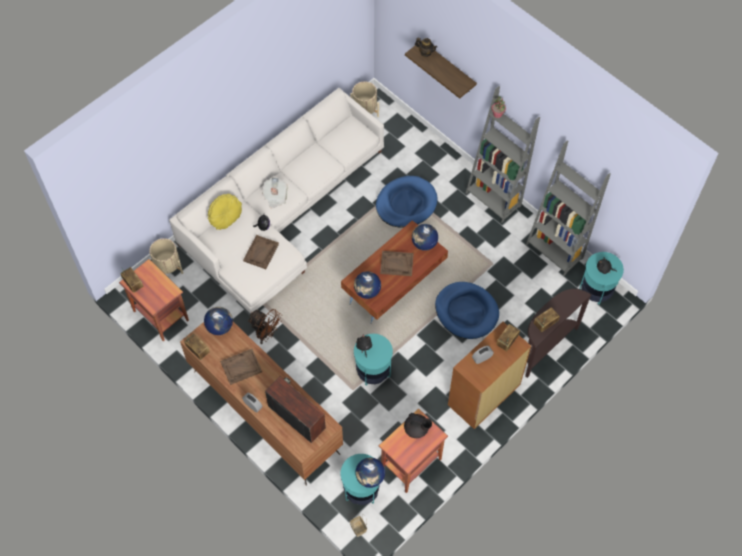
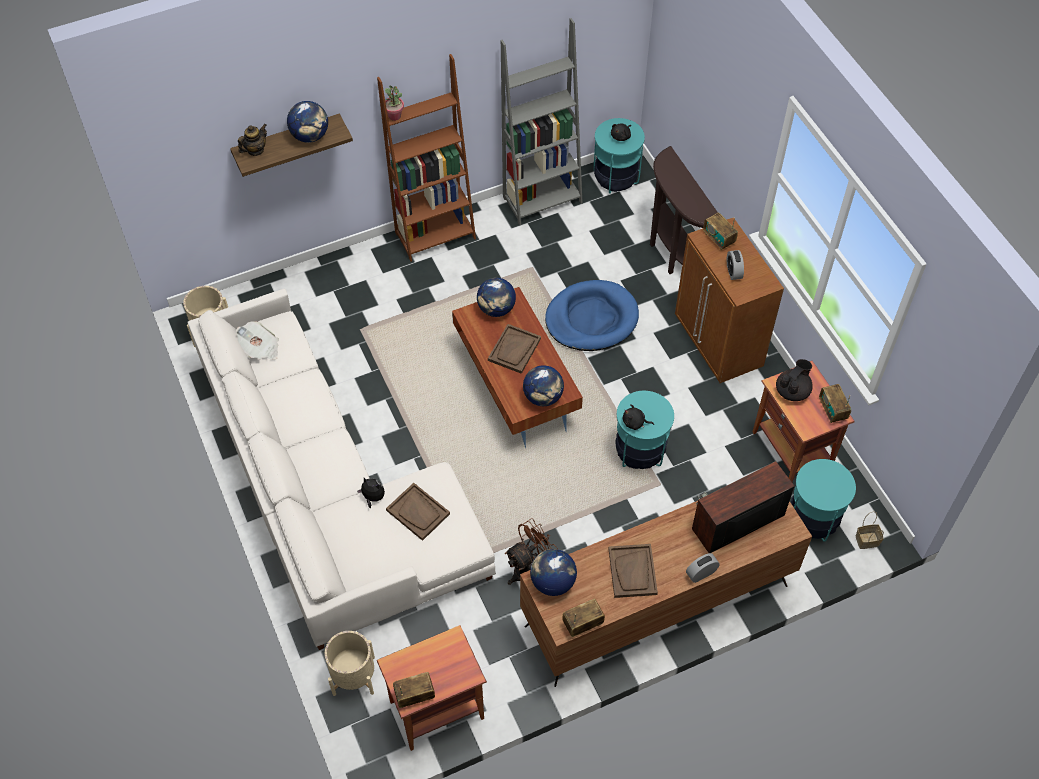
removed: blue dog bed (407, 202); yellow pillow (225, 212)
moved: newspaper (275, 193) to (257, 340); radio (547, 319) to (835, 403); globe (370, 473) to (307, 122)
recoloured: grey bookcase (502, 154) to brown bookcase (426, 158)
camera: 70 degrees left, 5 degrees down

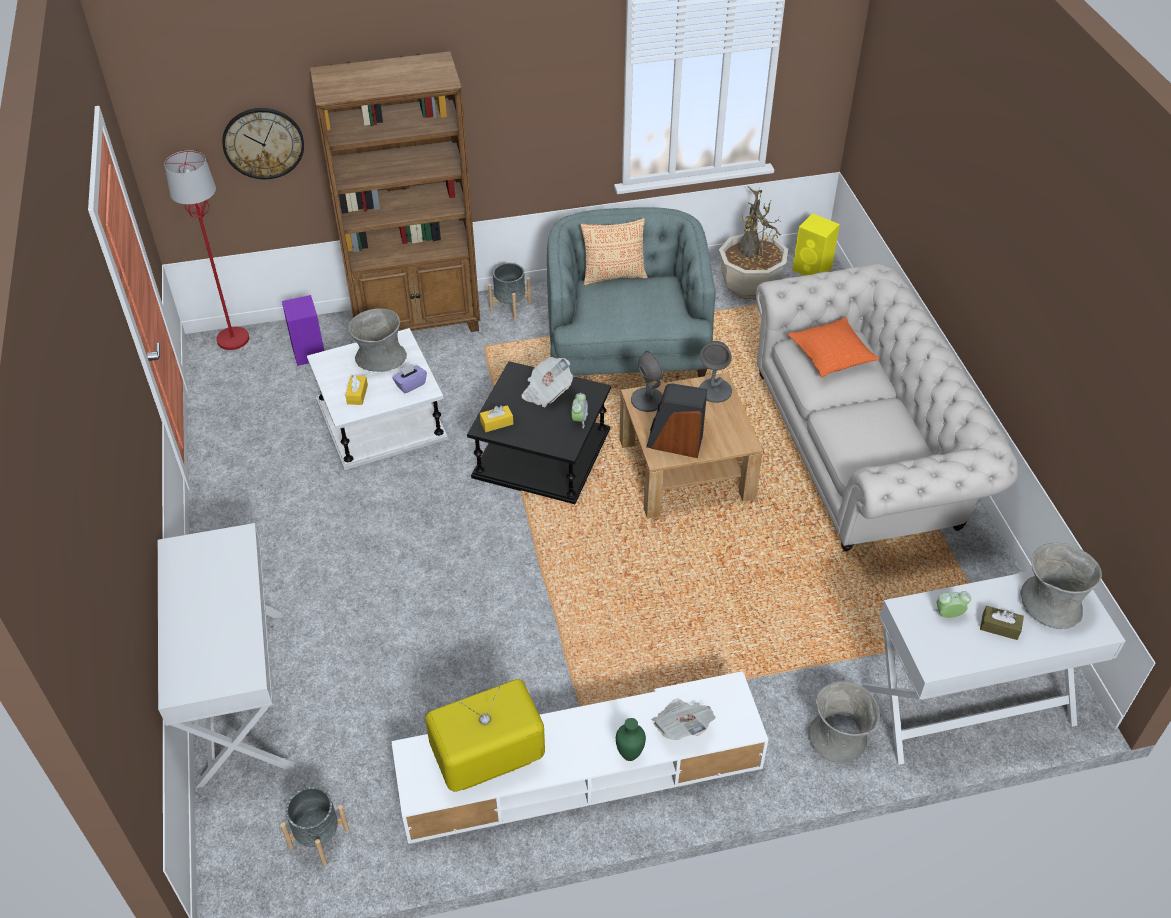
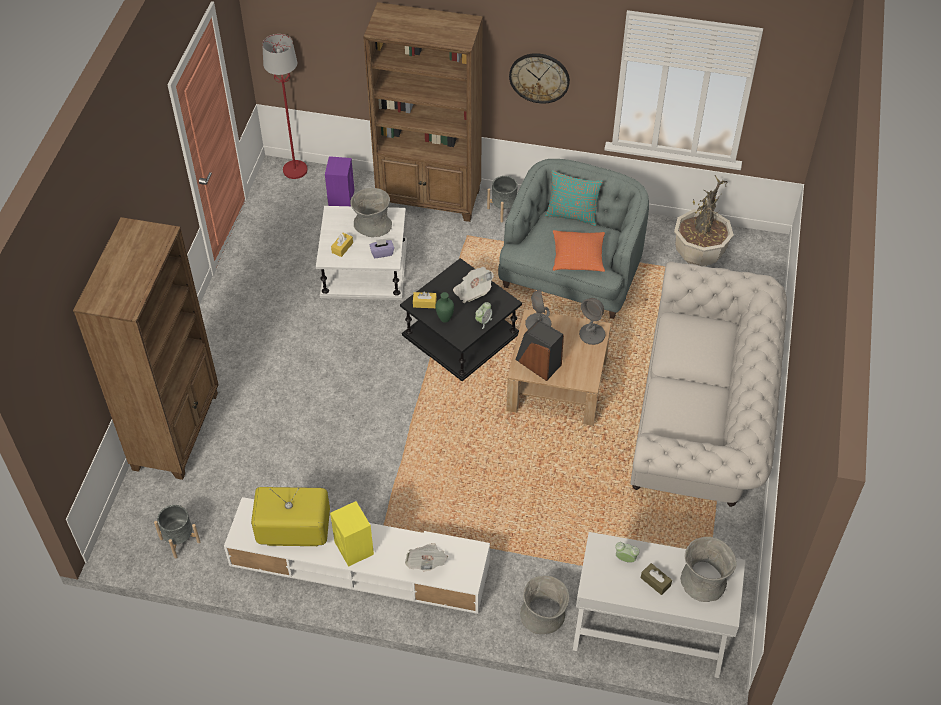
moved: wall clock (263, 143) to (539, 78); yellow speaker (816, 244) to (352, 534); orange pillow (833, 347) to (579, 251); green vase (631, 739) to (445, 307)
replaced: white console table (226, 655) to brown bookcase (146, 348)
recoloured: beige pillow (614, 251) to turquoise pillow (574, 198)
camera: 25 degrees right, 5 degrees up

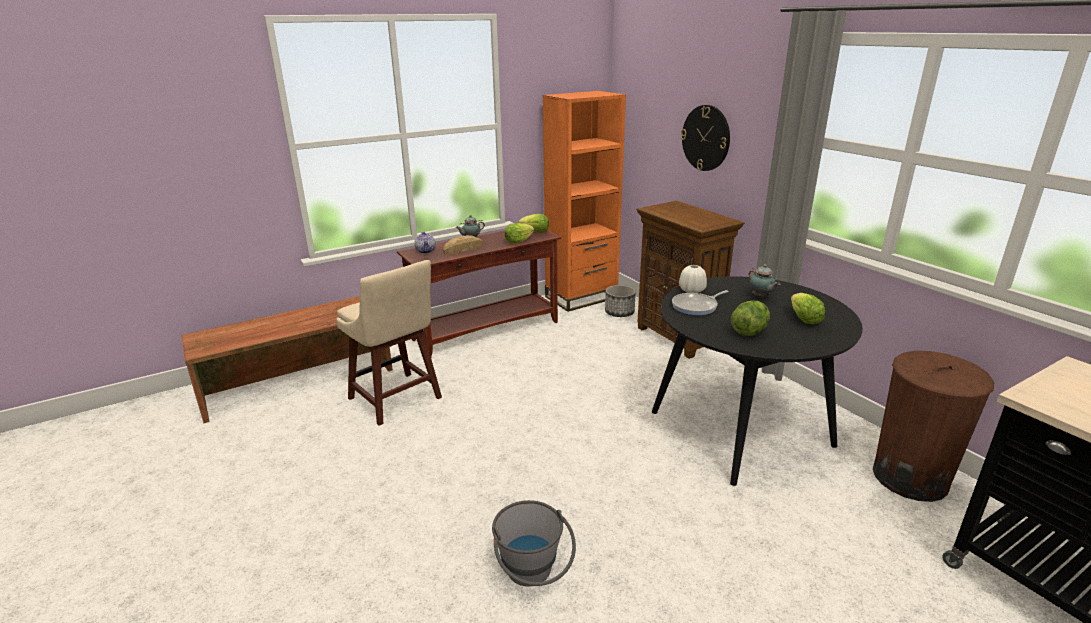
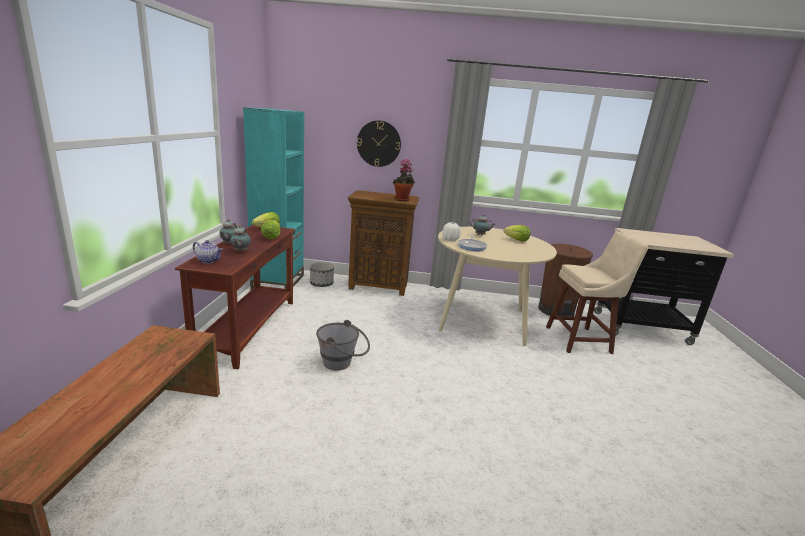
removed: lettuce (750, 318)
added: potted plant (404, 180)
moved: beige chair (389, 343) to (597, 292); grey bucket (534, 543) to (343, 345)
replaced: bread (463, 244) to teapot (240, 238)
recoloured: orange bookcase (584, 201) to turquoise bookcase (273, 198); black dining table (757, 381) to beige dining table (497, 286)
camera: 55 degrees left, 5 degrees down

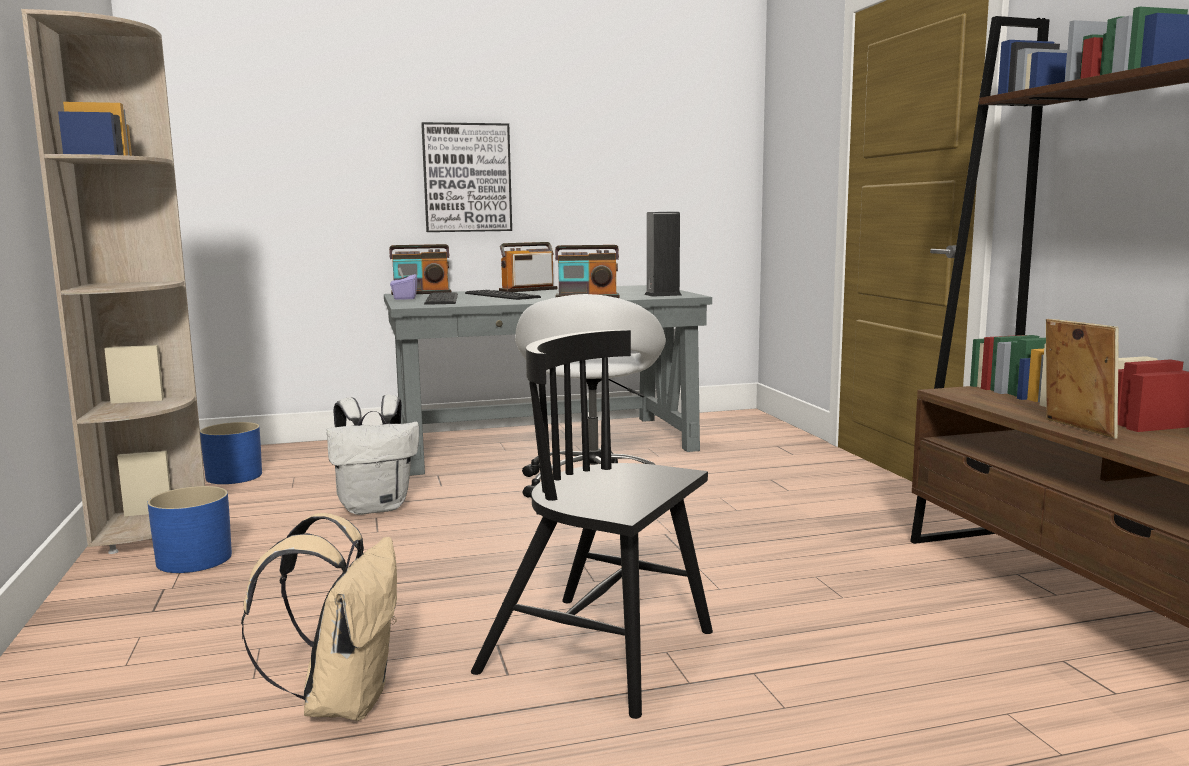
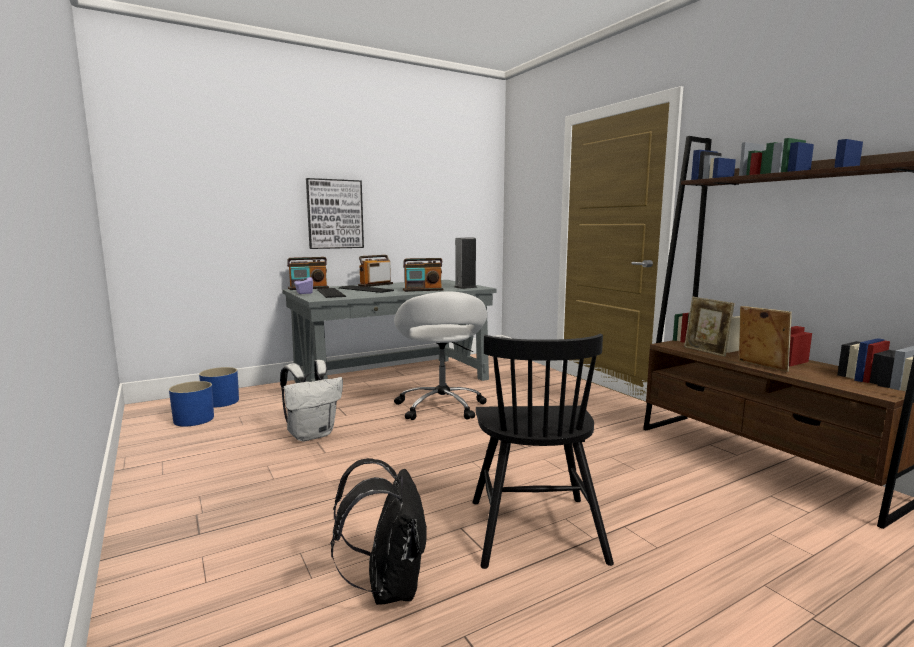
removed: beige bookcase (113, 281)
added: picture frame (709, 327)
moved: blue planter (189, 529) to (219, 387)
recoloured: beige backpack (319, 617) to black backpack (379, 531)
turned: black chair (592, 524) = (543, 451) 105 degrees counterclockwise
camera: 15 degrees left, 0 degrees up

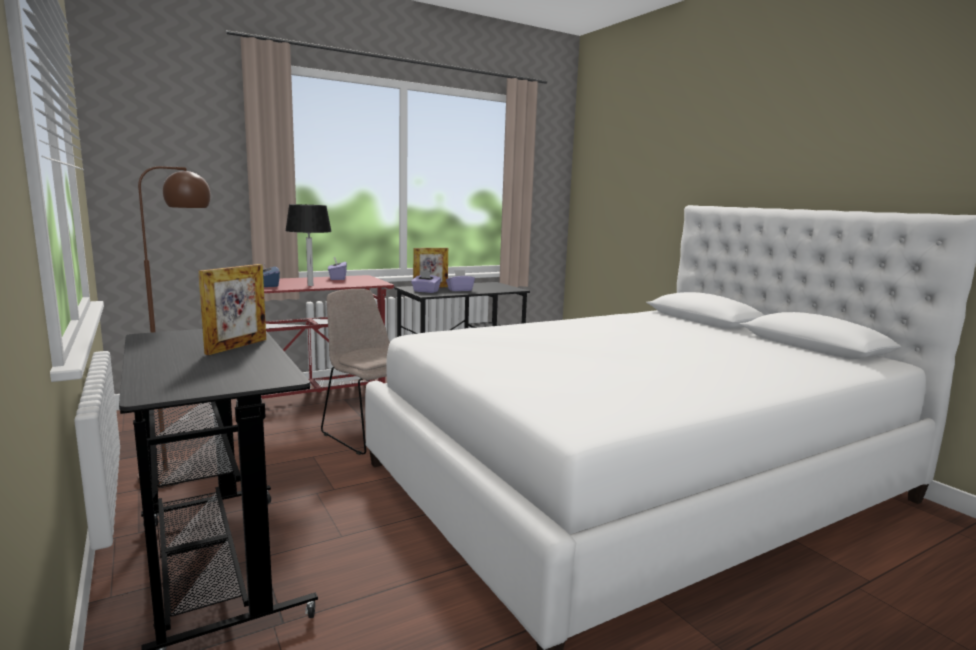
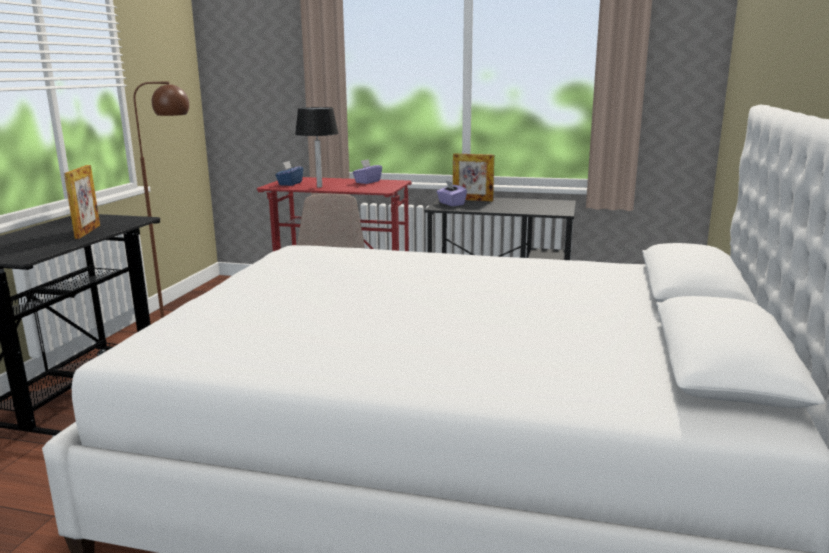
removed: purple tissue box (460, 280)
turned: picture frame (232, 309) = (82, 202) 75 degrees counterclockwise
camera: 45 degrees right, 5 degrees up

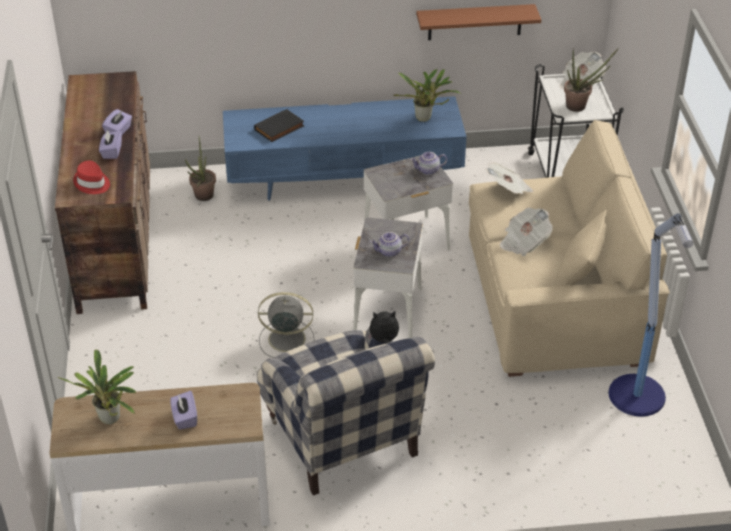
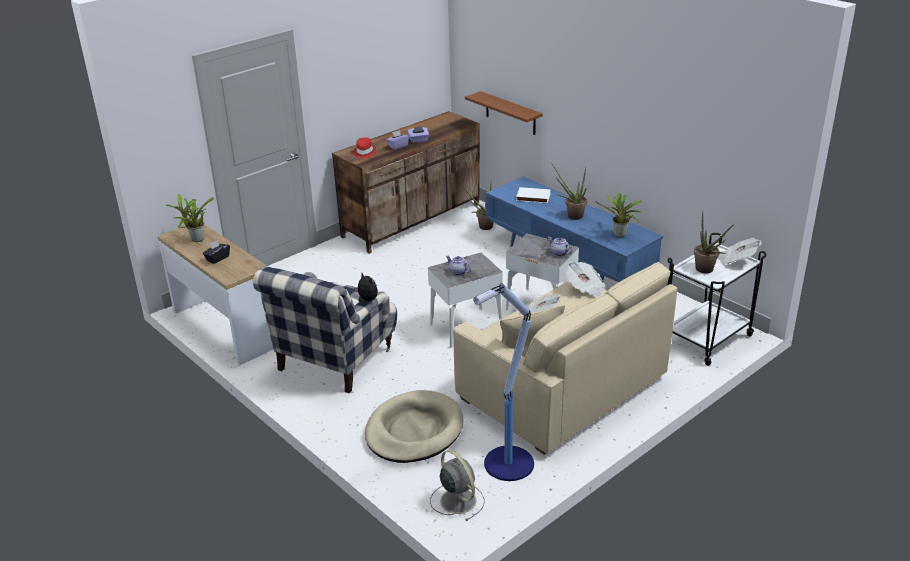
added: potted plant (569, 192); beige dog bed (414, 426)
moved: brown shelf (478, 22) to (504, 113); grey fan (286, 325) to (457, 485)
recoloured: black book (279, 125) to white book (533, 195); purple tissue box (183, 410) to black tissue box (216, 252)
camera: 55 degrees right, 10 degrees down

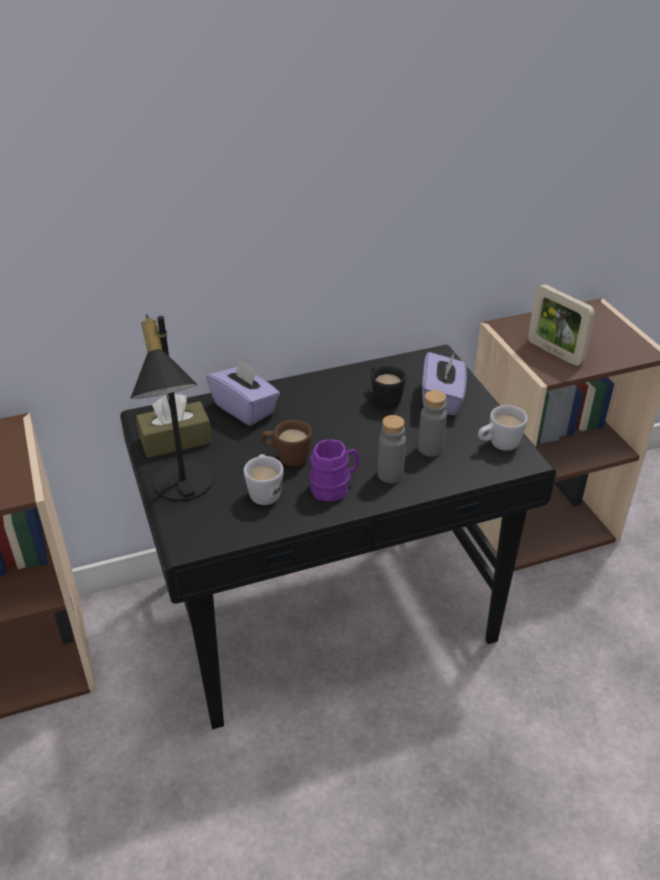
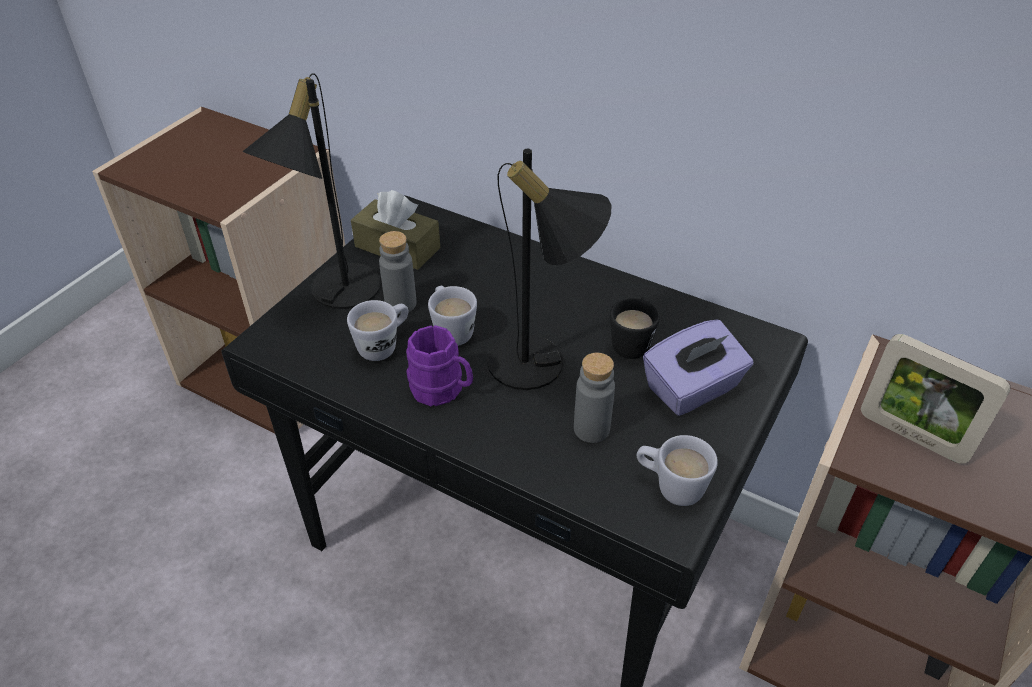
removed: purple tissue box (243, 392)
added: black table lamp (549, 269)
moved: grey bottle (392, 449) to (398, 272)
recoloured: brown mug (286, 443) to white mug (452, 316)
turned: picture frame (561, 325) = (936, 399) 60 degrees counterclockwise
camera: 50 degrees right, 5 degrees up

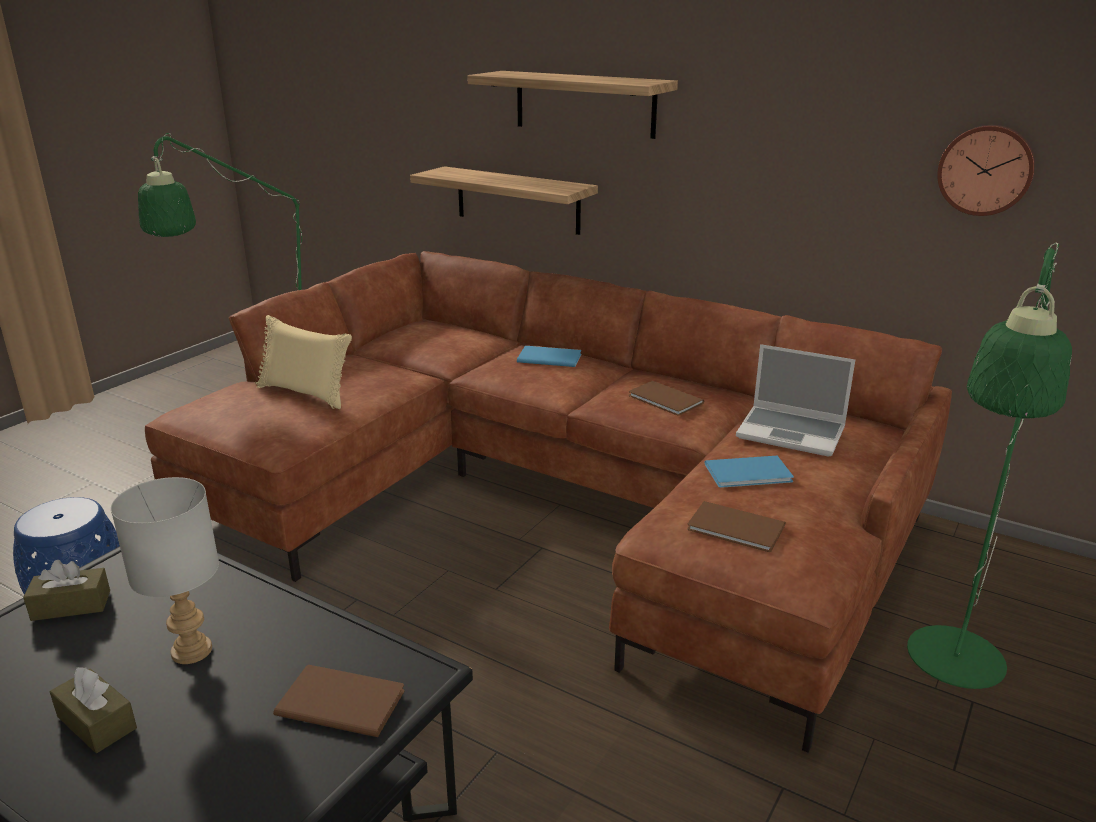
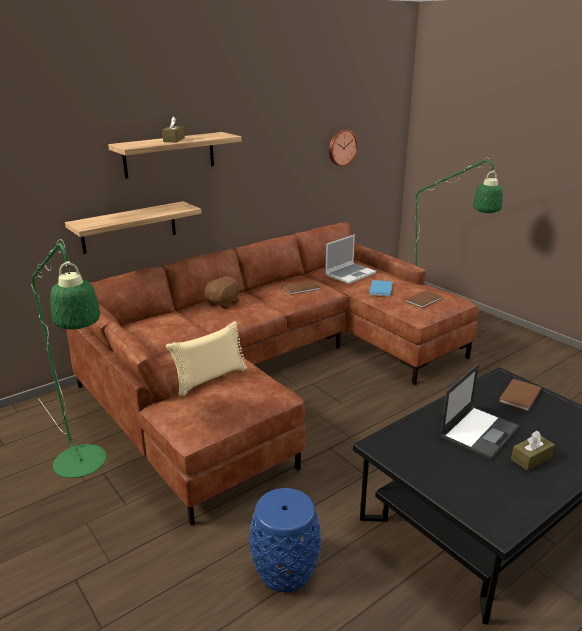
moved: brown tissue box (66, 590) to (173, 129)
replaced: blue book (549, 356) to brown plush toy (222, 292); grey table lamp (165, 570) to laptop (479, 412)
camera: 70 degrees left, 0 degrees up

